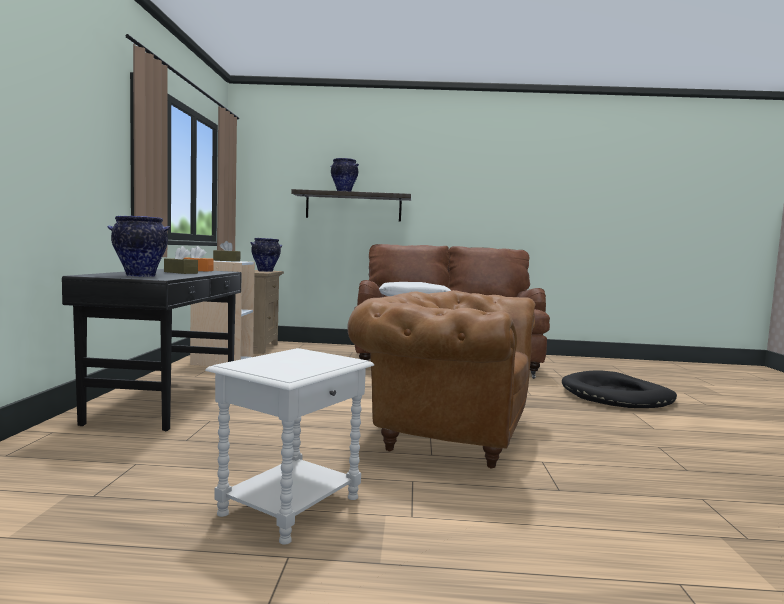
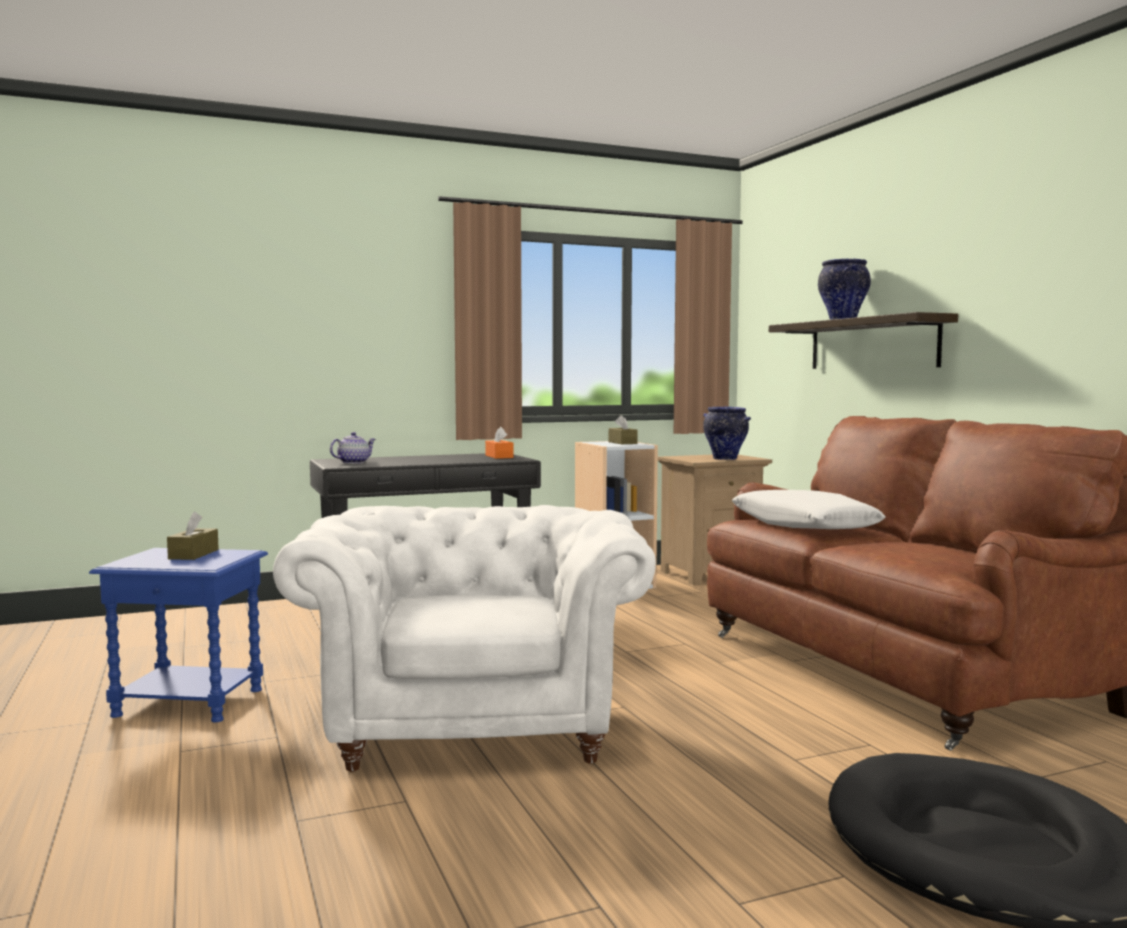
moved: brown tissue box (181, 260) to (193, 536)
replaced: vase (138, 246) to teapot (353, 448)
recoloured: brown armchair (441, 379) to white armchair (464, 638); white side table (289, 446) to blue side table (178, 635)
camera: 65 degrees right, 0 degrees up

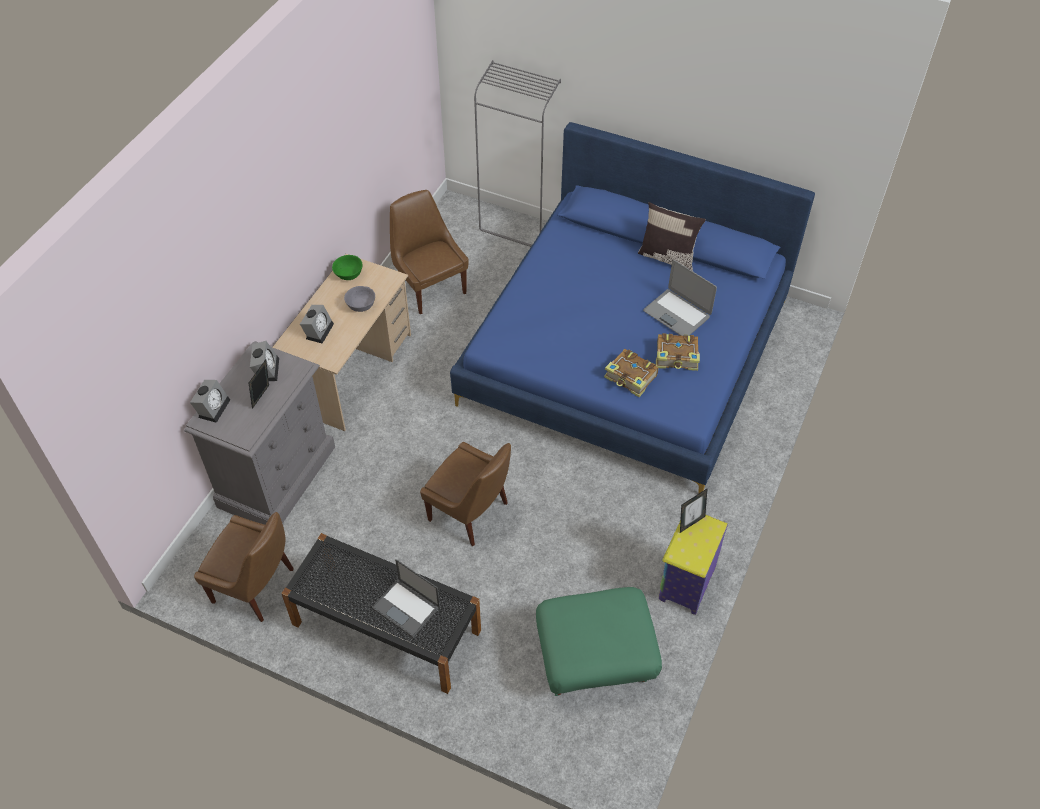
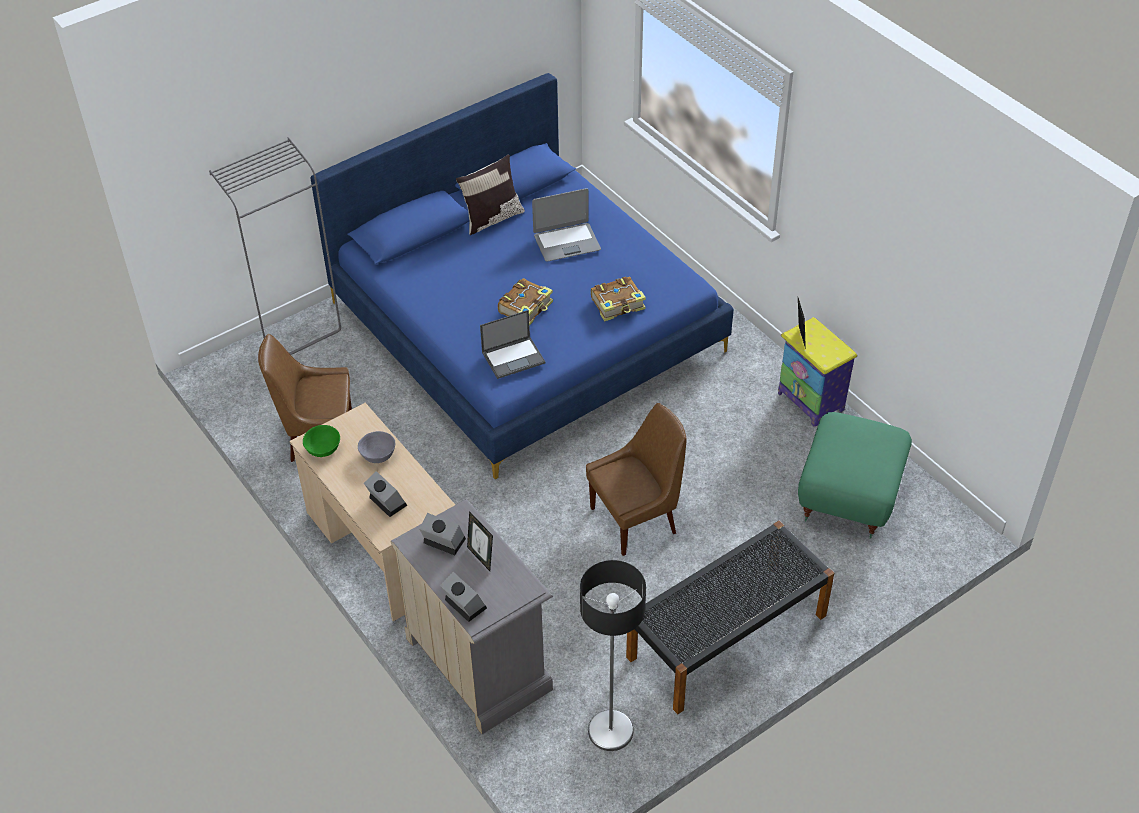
moved: book (678, 352) to (525, 301); laptop (406, 598) to (513, 344)
replaced: brown chair (244, 567) to floor lamp (613, 655)
camera: 60 degrees left, 5 degrees down

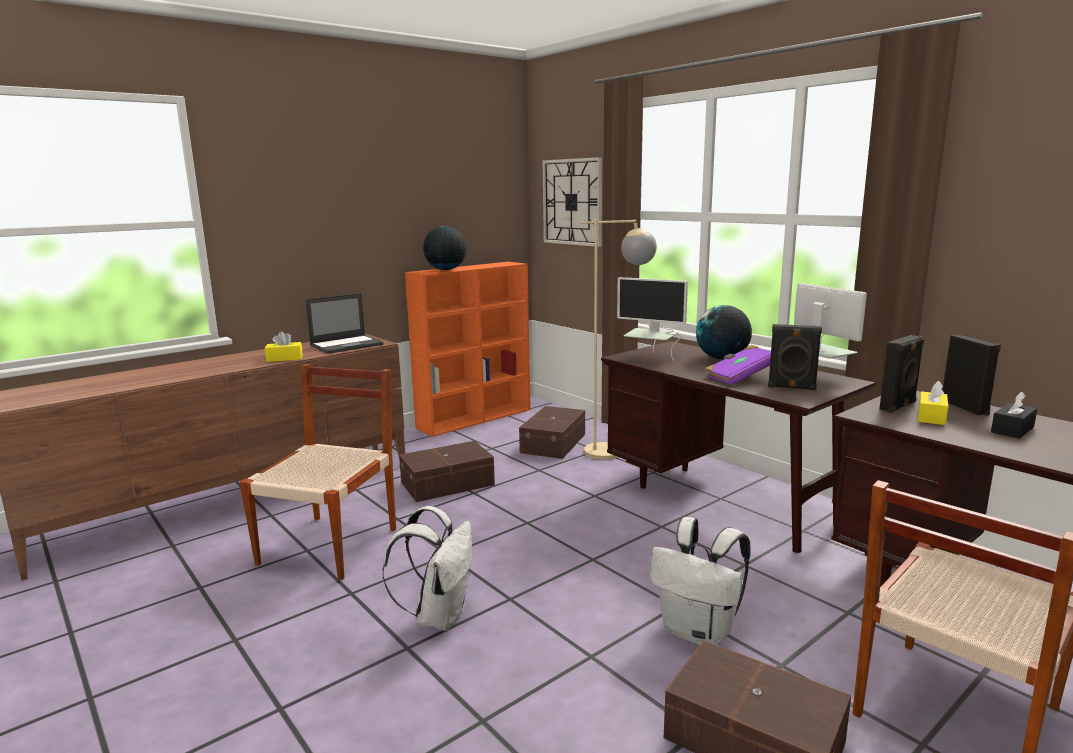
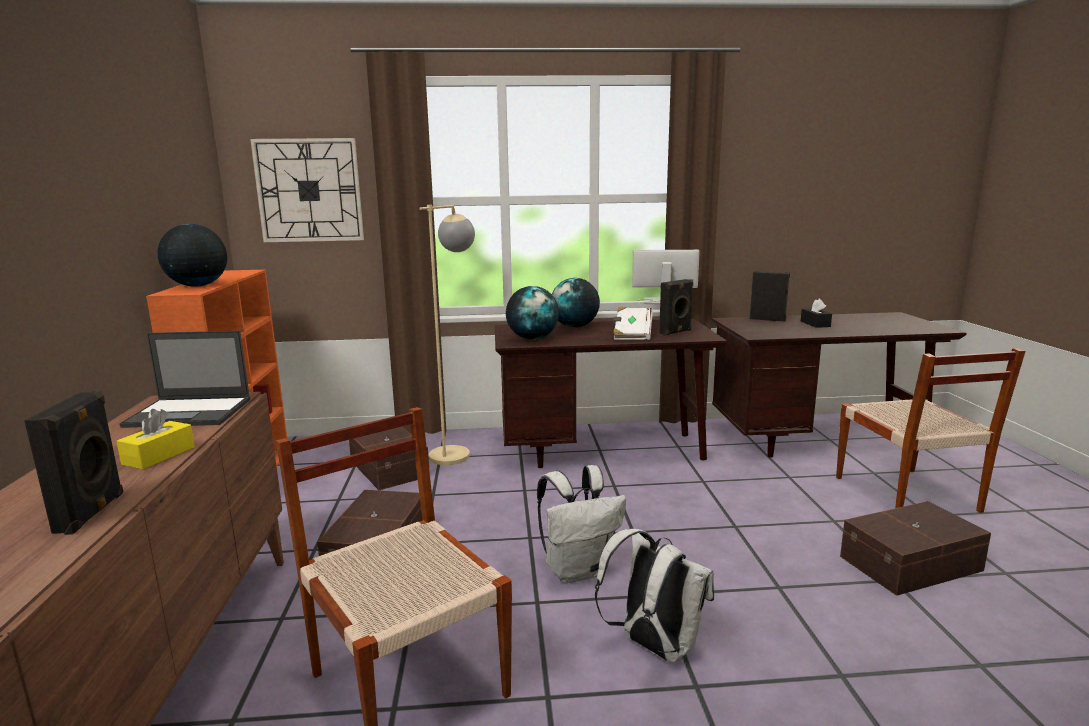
removed: yellow tissue box (933, 403)
moved: black speaker (901, 374) to (73, 463); white backpack (700, 581) to (581, 524)
replaced: monitor (652, 319) to globe (532, 313)
recoloured: purple book (738, 365) to white book (633, 323)
turned: laptop (345, 323) = (185, 379) 90 degrees clockwise
camera: 55 degrees left, 0 degrees up

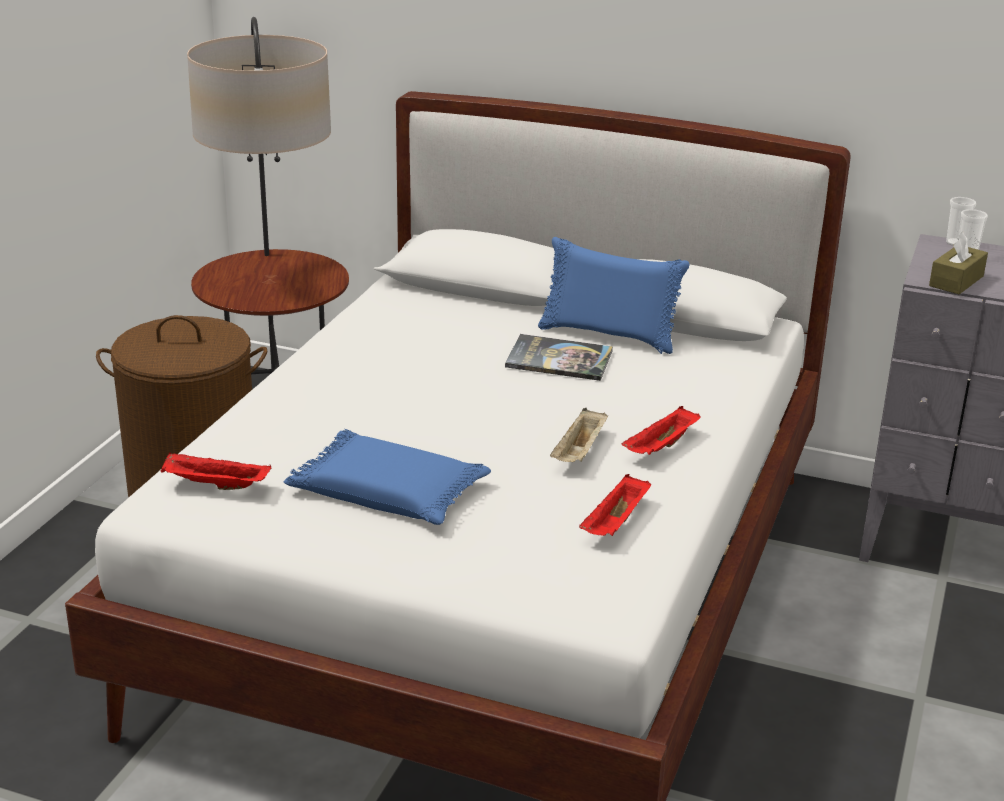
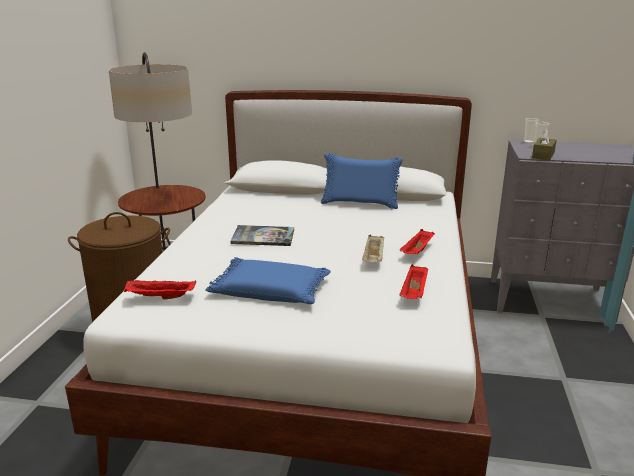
moved: book (559, 357) to (262, 235)
camera: 10 degrees left, 5 degrees down

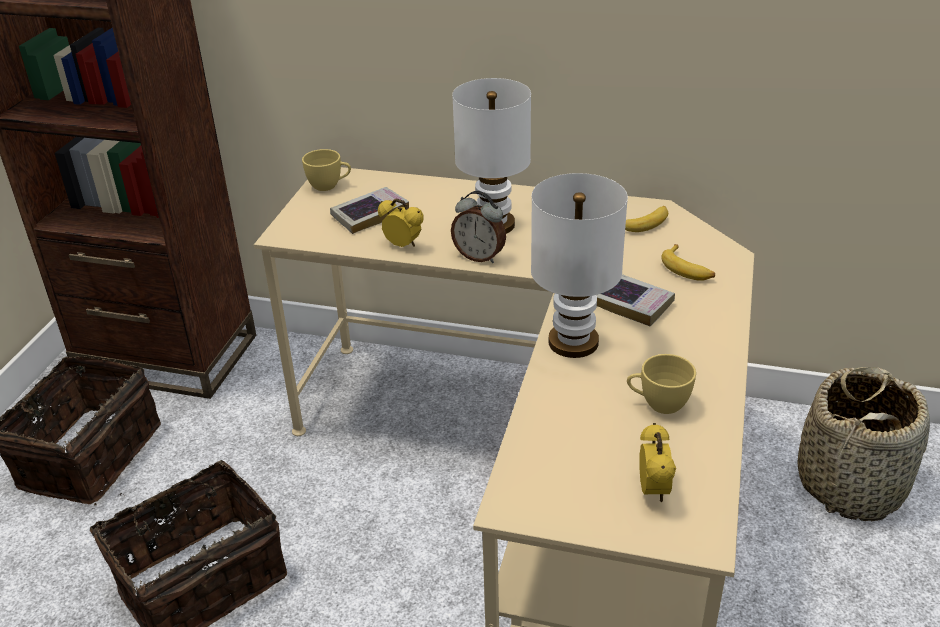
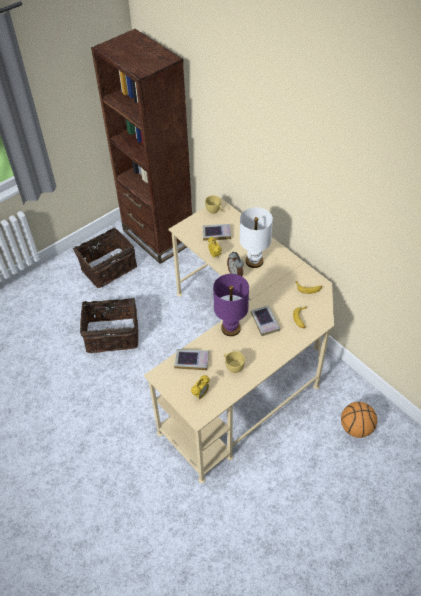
added: book (191, 359)
replaced: basket (863, 444) to basketball (359, 420)
recoloured: white table lamp (579, 265) to purple table lamp (231, 305)
camera: 35 degrees right, 15 degrees up

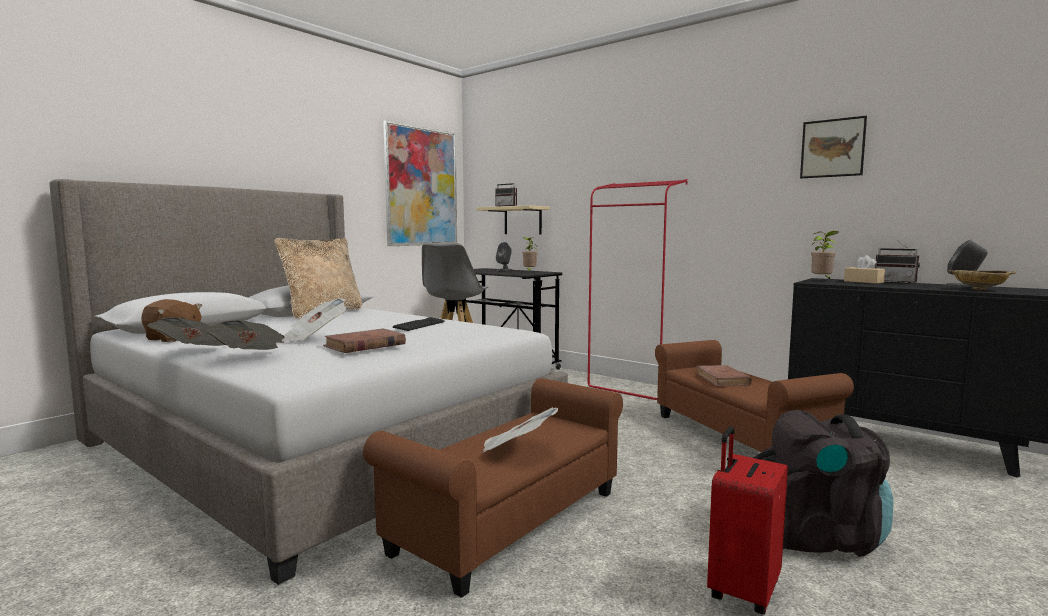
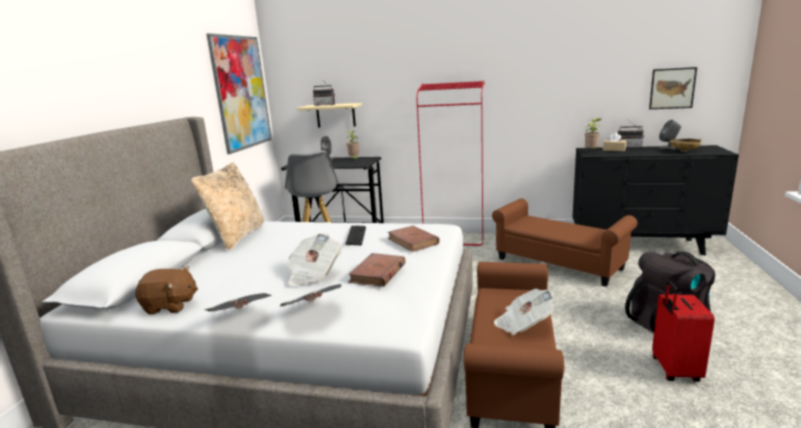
moved: picture (833, 147) to (673, 88); brown book (724, 375) to (414, 239)
camera: 25 degrees left, 10 degrees up

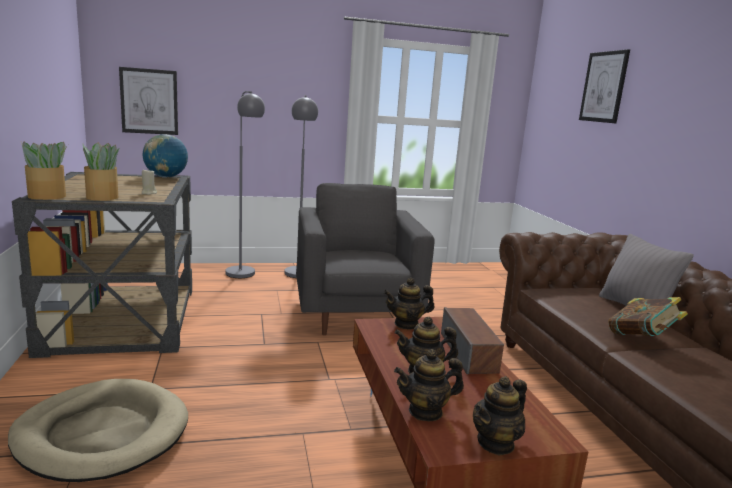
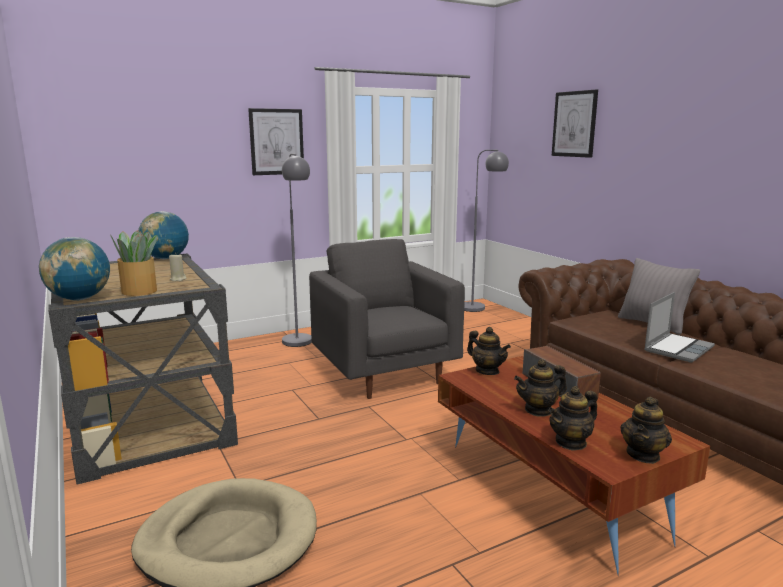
moved: picture (148, 101) to (276, 141); grey floor lamp (245, 184) to (486, 231)
replaced: potted plant (44, 171) to globe (74, 269); book (648, 316) to laptop (679, 327)
turned: teapot (409, 304) = (489, 351) 105 degrees counterclockwise
camera: 15 degrees left, 0 degrees up

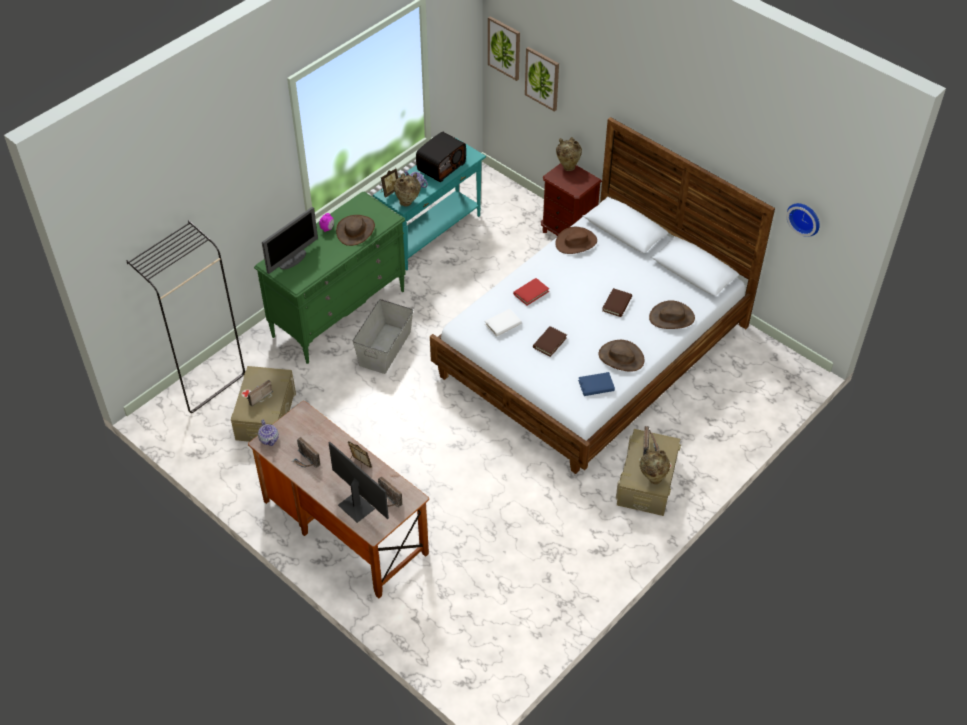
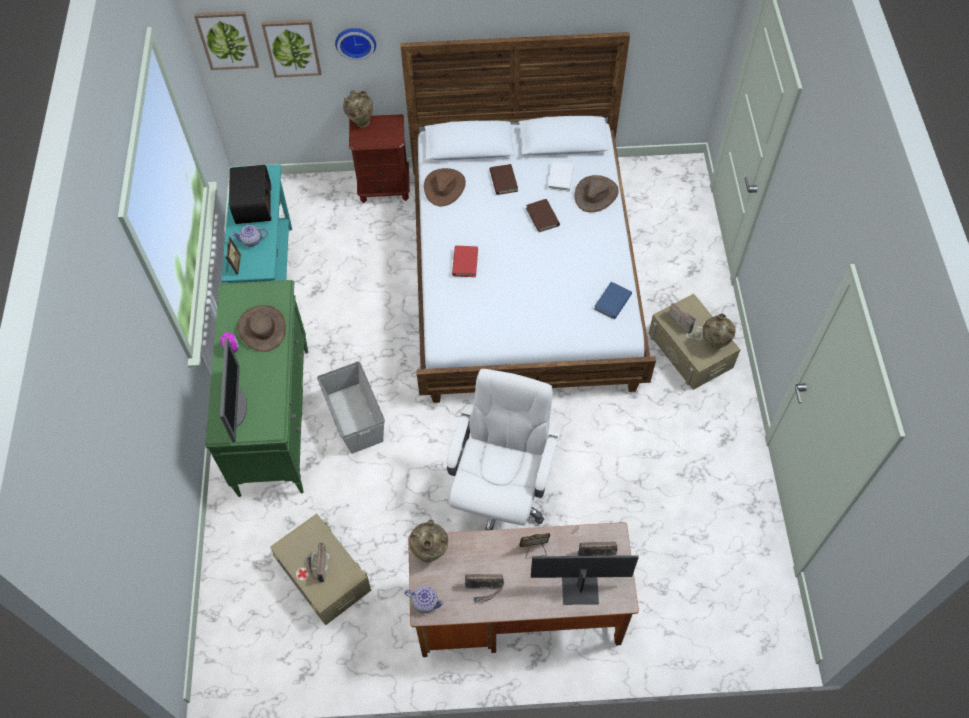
removed: black clothes rack (185, 316); brown hat (621, 356)
added: white office chair (502, 449)
moved: beige vase (407, 189) to (428, 540); wall clock (803, 220) to (355, 44); white book (503, 323) to (561, 176); brown book (550, 341) to (504, 179)
camera: 45 degrees left, 10 degrees up

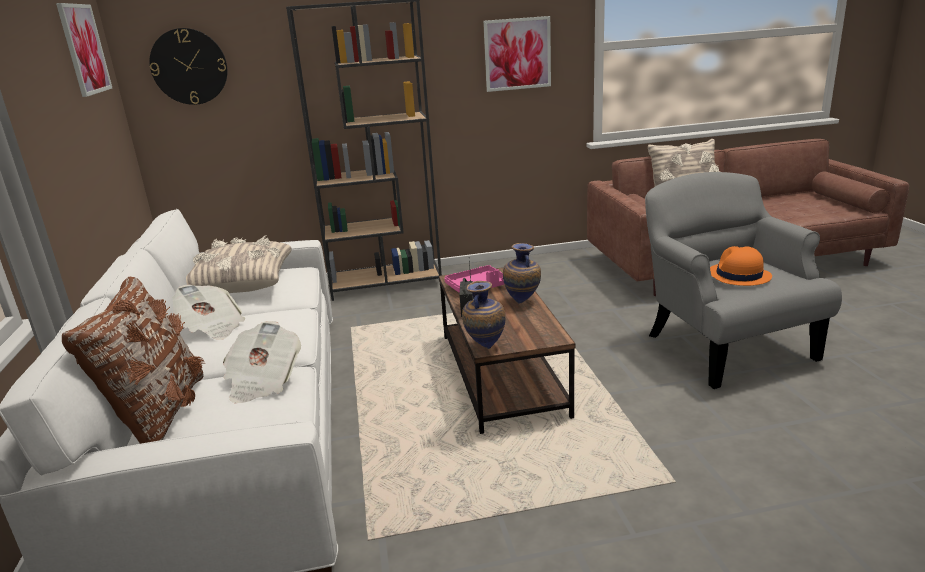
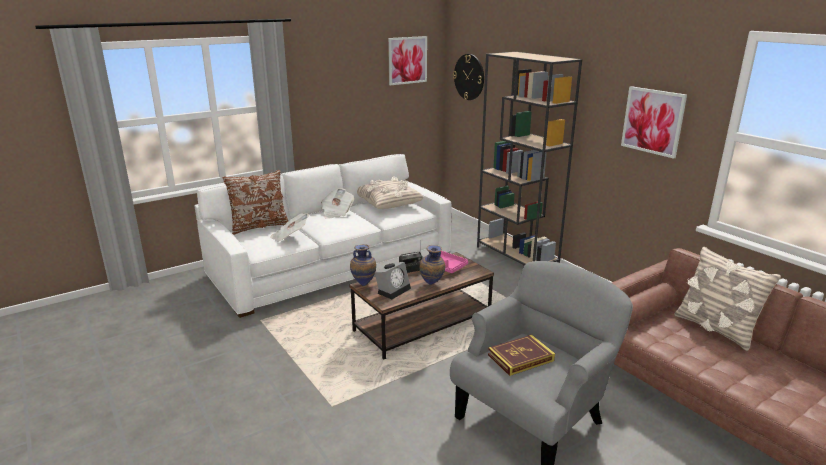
added: alarm clock (393, 280)
replaced: orange hat (741, 266) to book (521, 355)
camera: 65 degrees right, 0 degrees up

